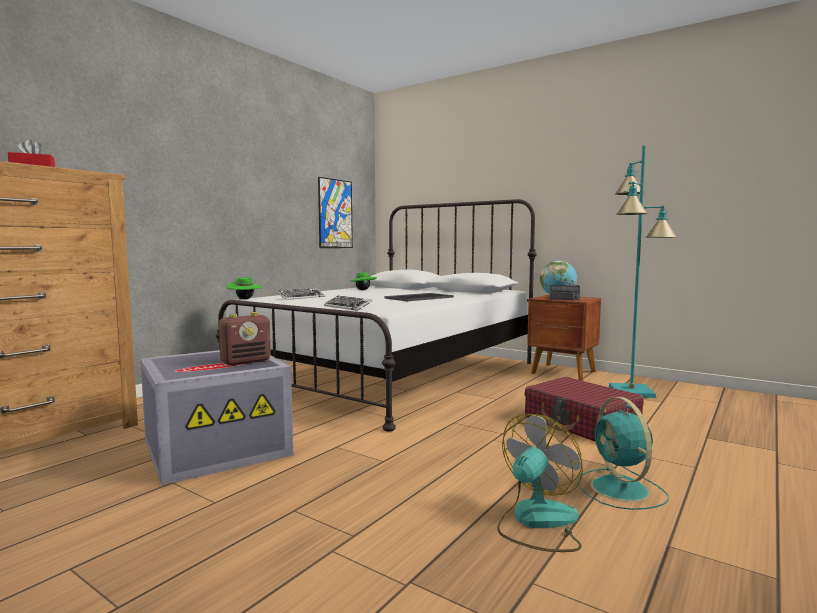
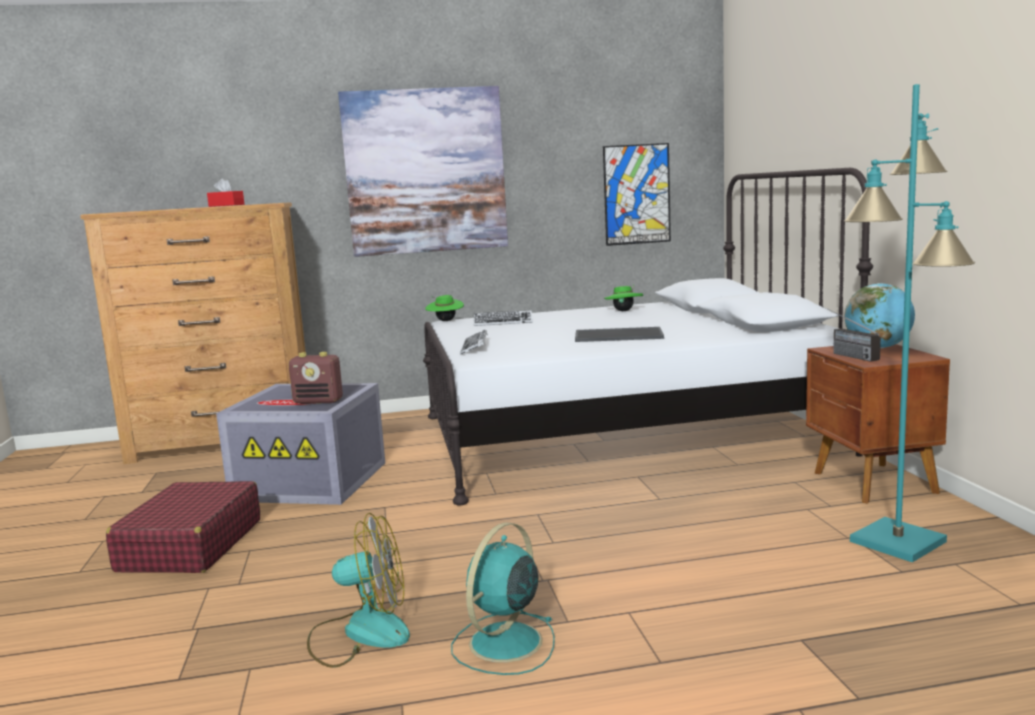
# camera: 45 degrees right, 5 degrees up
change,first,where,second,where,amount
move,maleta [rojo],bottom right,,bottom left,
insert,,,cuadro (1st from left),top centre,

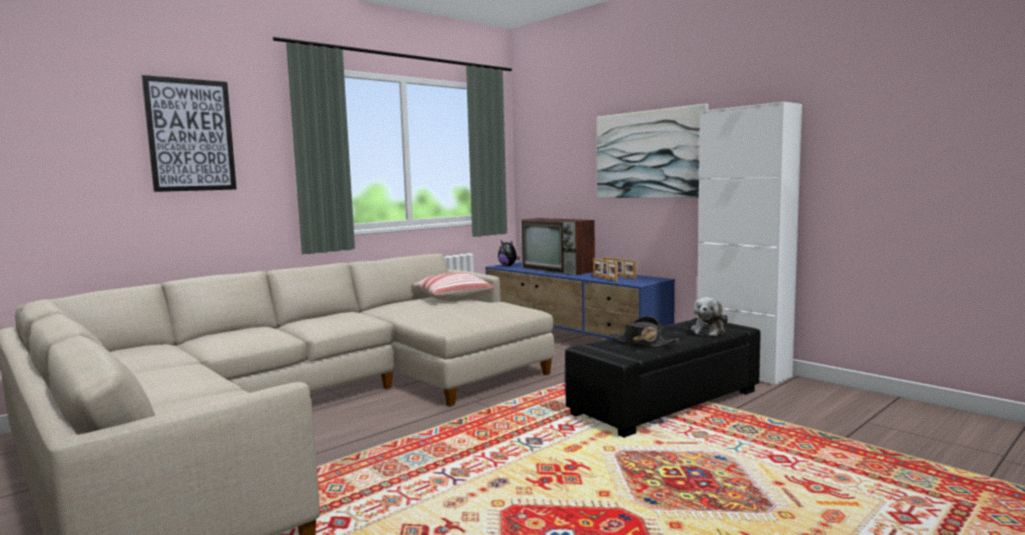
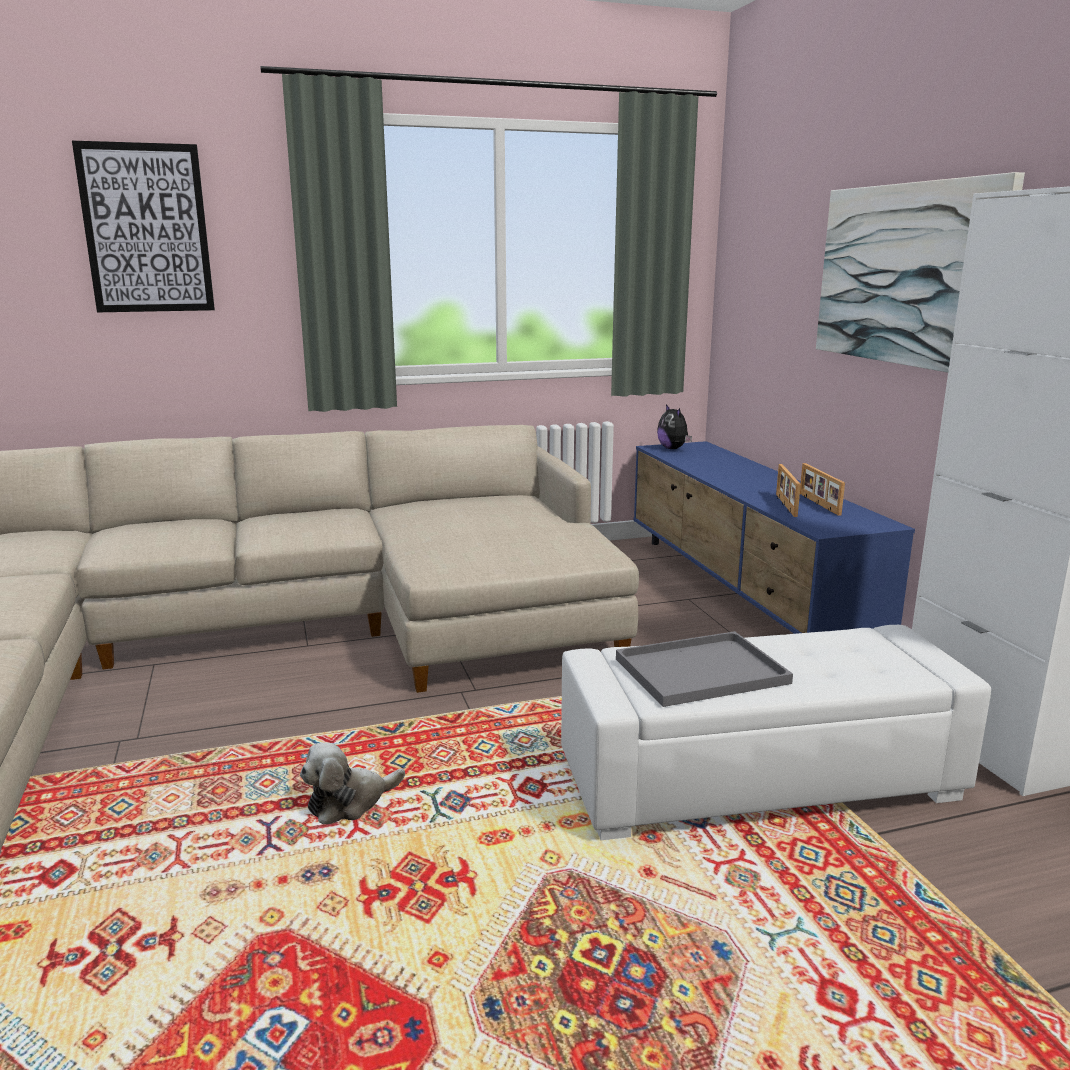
# camera: 25 degrees right, 10 degrees up
change,first,where,second,where,amount
move,peluche (2nd from left in the first image),middle right,peluche (1st from left),bottom left,
recolor,puf [negro],bottom centre,puf [blanco],bottom right,
replace,sombrero [negro],centre,bandeja [gris],centre,
delete,cojín,centre,,,
delete,televisor,centre,,,

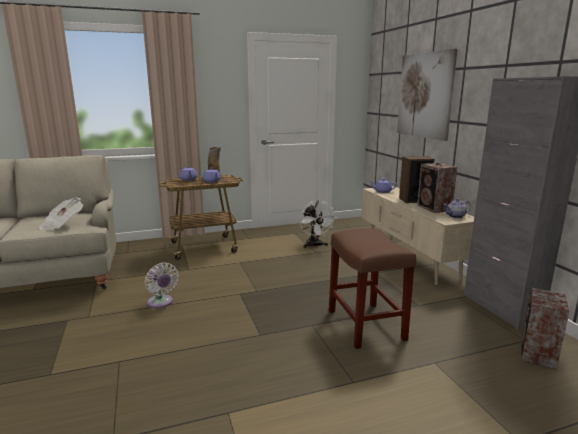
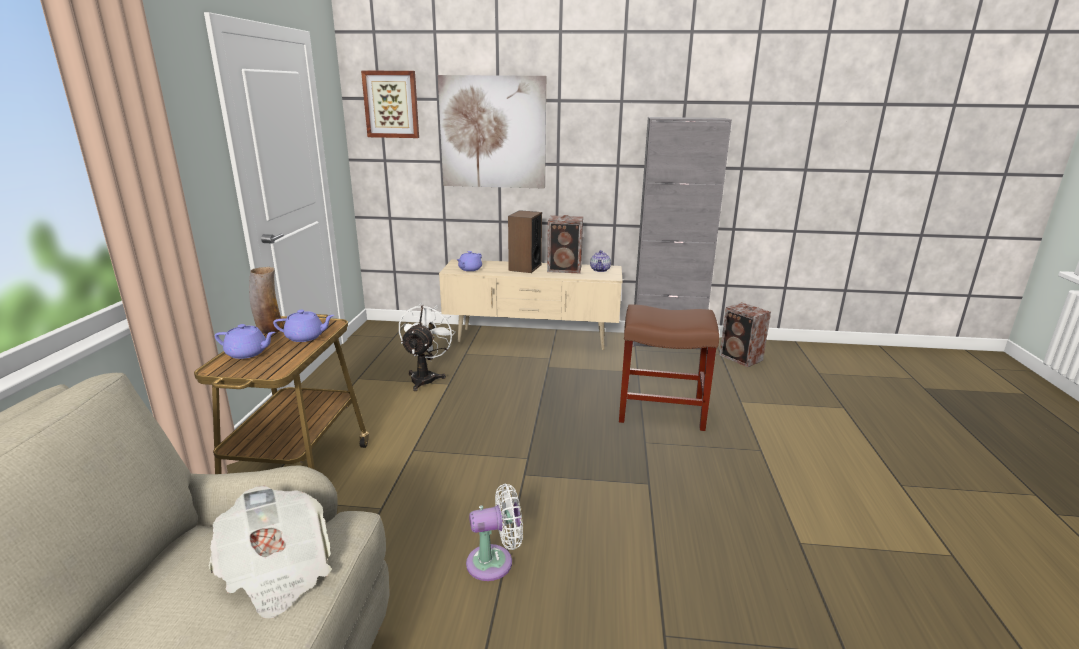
# camera: 65 degrees left, 5 degrees up
change,first,where,second,where,amount
insert,,,cuadro (1st from left),top centre,
rotate,ventilador [blanco] (2nd from left in the first image),centre,ventilador [blanco] (1st from left),centre,90 degrees counterclockwise

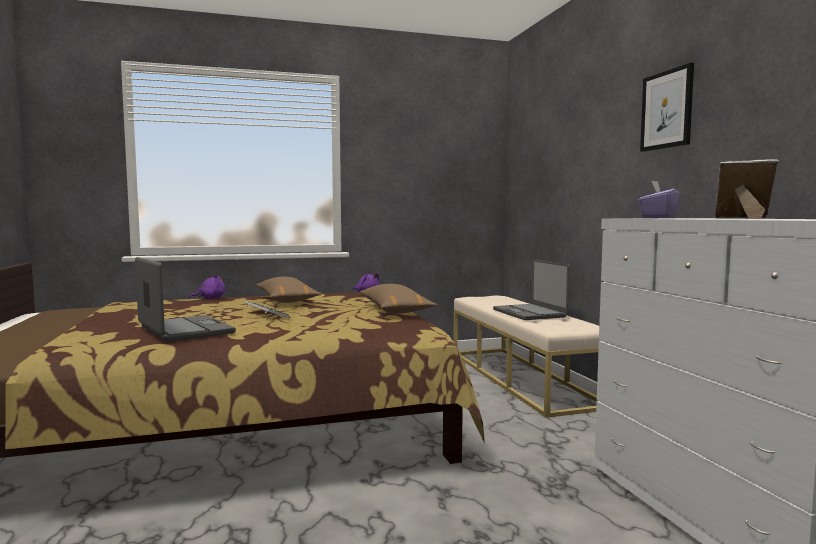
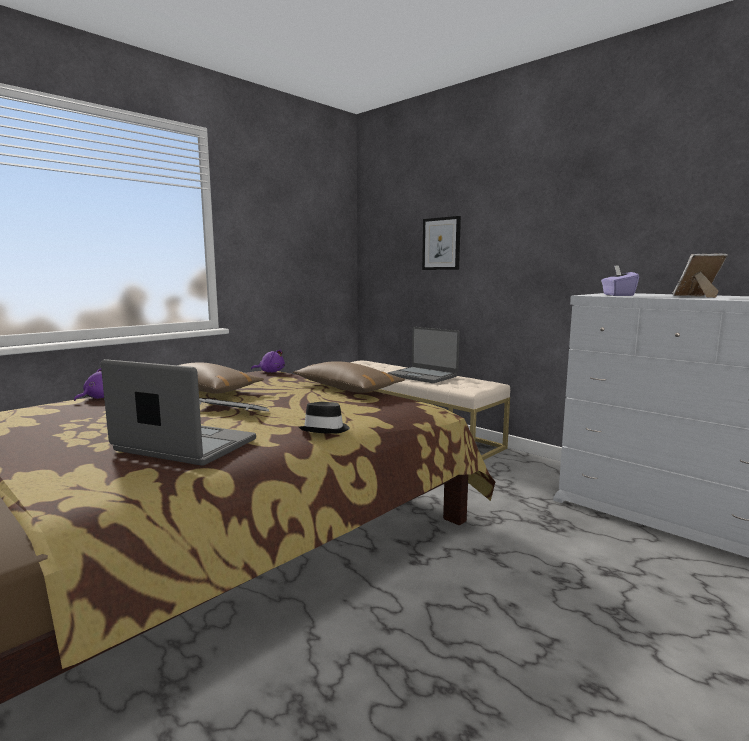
# camera: 30 degrees left, 5 degrees up
change,first,where,second,where,amount
insert,,,sombrero [negro],centre,
move,cuadro,top right,,top centre,

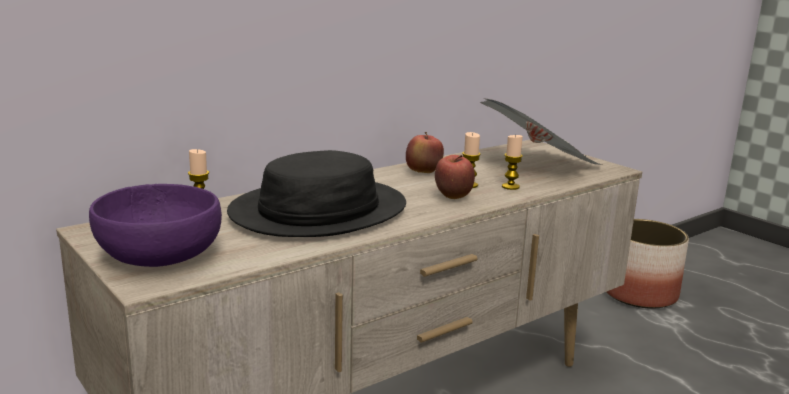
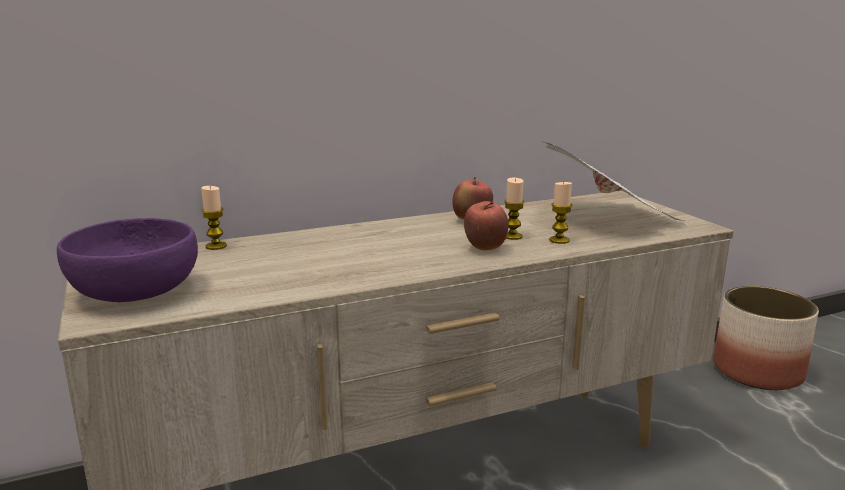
# camera: 15 degrees right, 0 degrees up
change,first,where,second,where,amount
delete,sombrero [negro],centre,,,

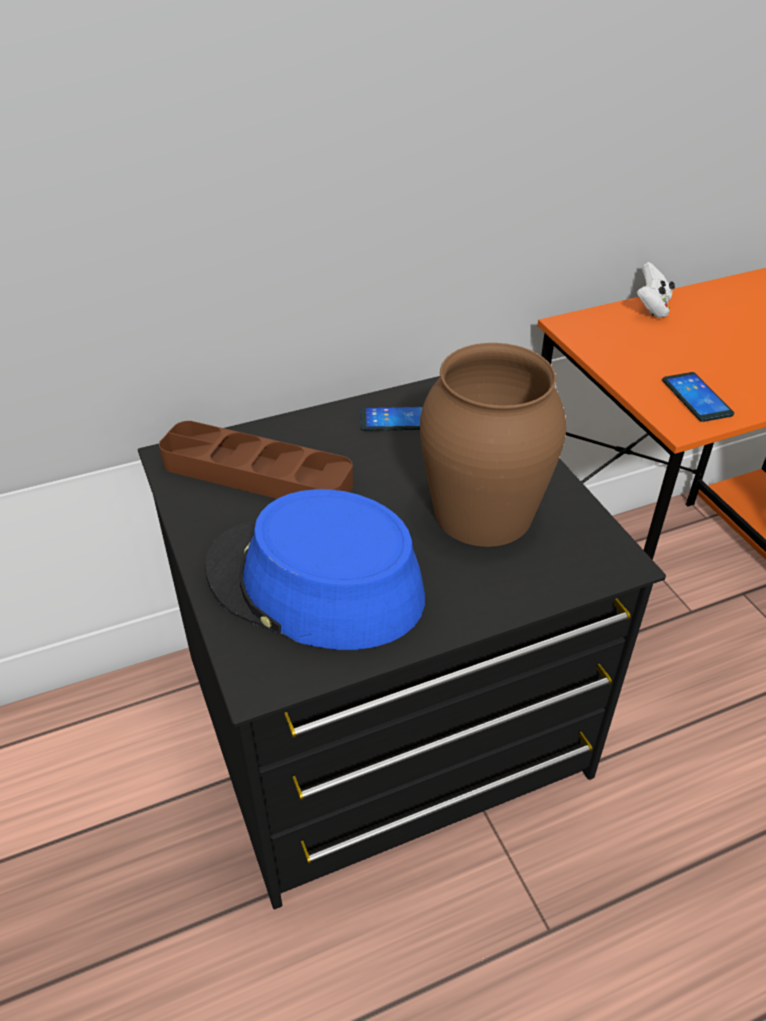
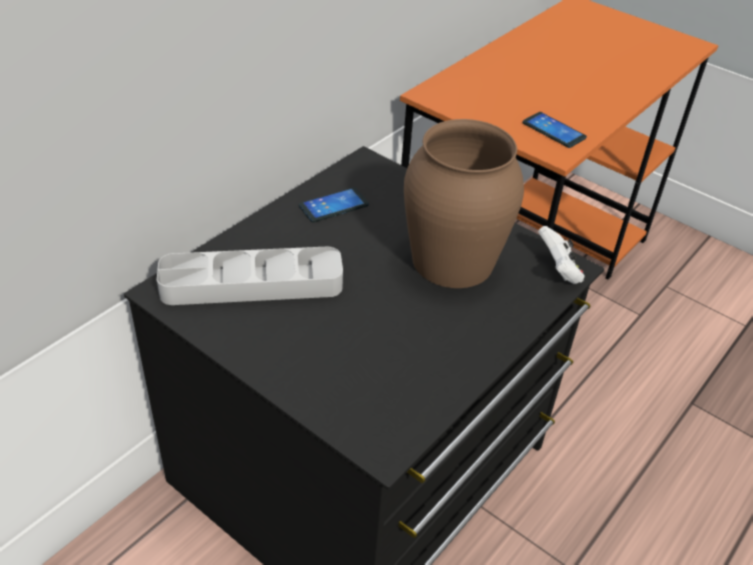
# camera: 30 degrees left, 0 degrees up
change,first,where,second,where,amount
recolor,bandeja [marrón],centre,bandeja [gris],middle left,
move,mando de consola [blanco],top right,,middle right,
delete,sombrero [azul],centre,,,

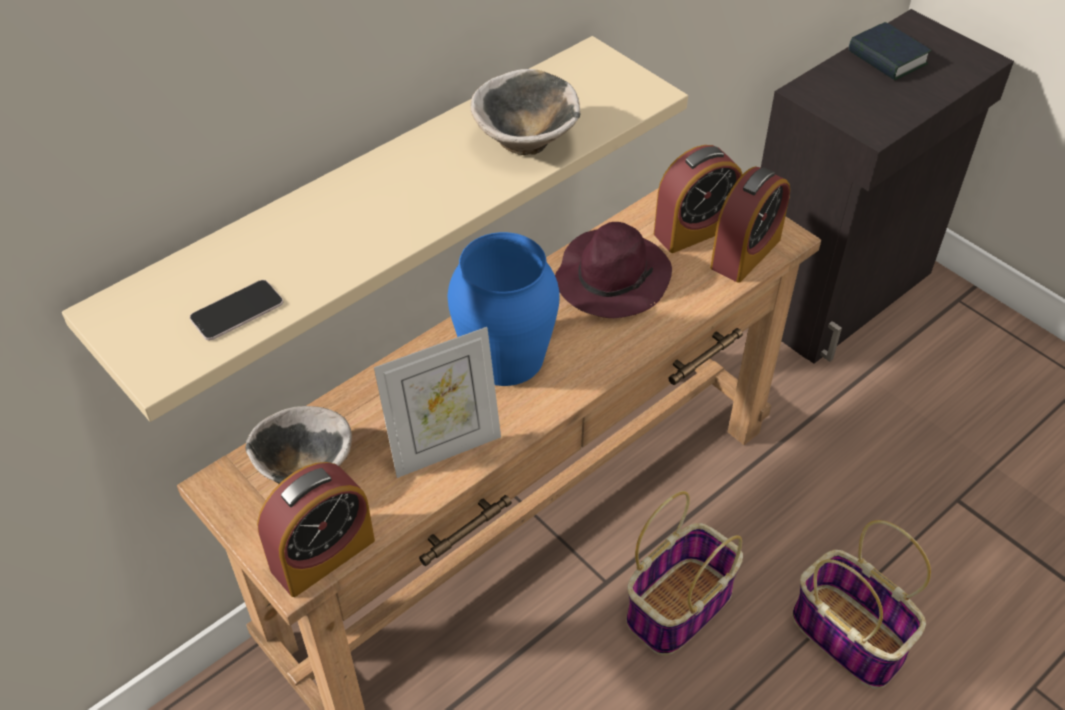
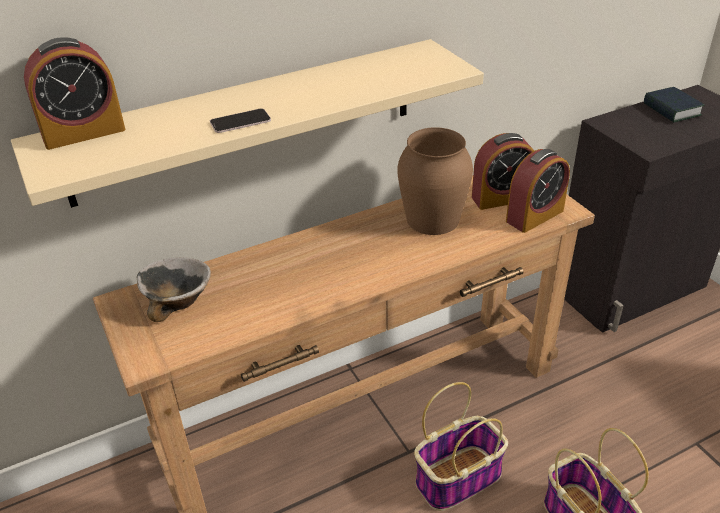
# camera: 15 degrees right, 10 degrees down
change,first,where,second,where,amount
move,despertador (1st from left),bottom left,,top left,
move,móvil,middle left,,top centre,
replace,sombrero [morado],centre,florero [marrón],centre,
delete,portarretratos,centre,,,
delete,florero [azul],centre,,,
delete,cuenco (2nd from left),top centre,,,

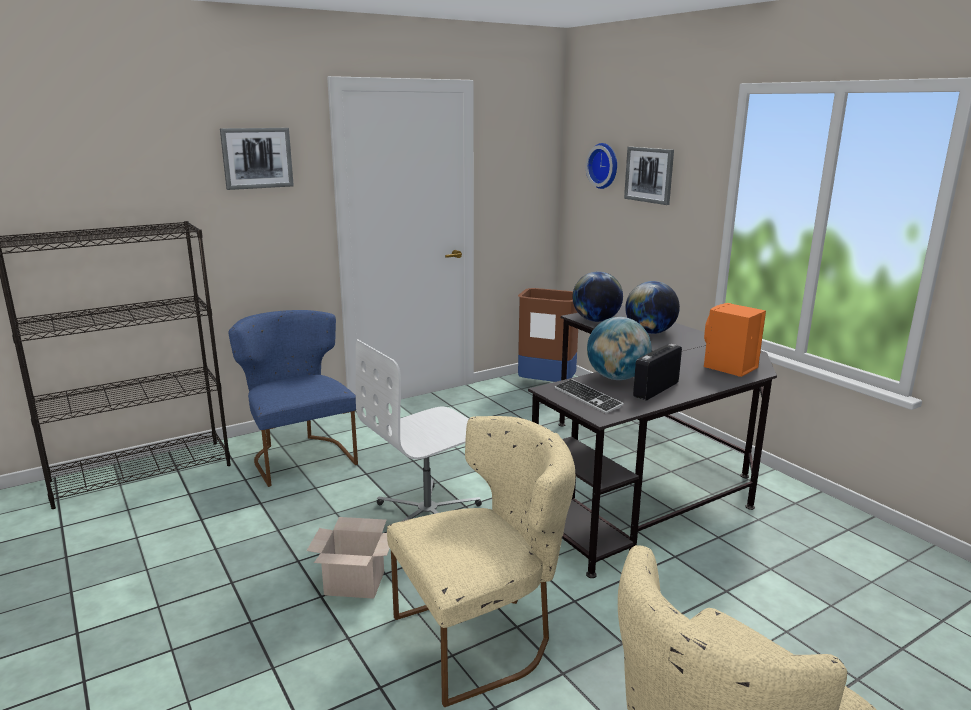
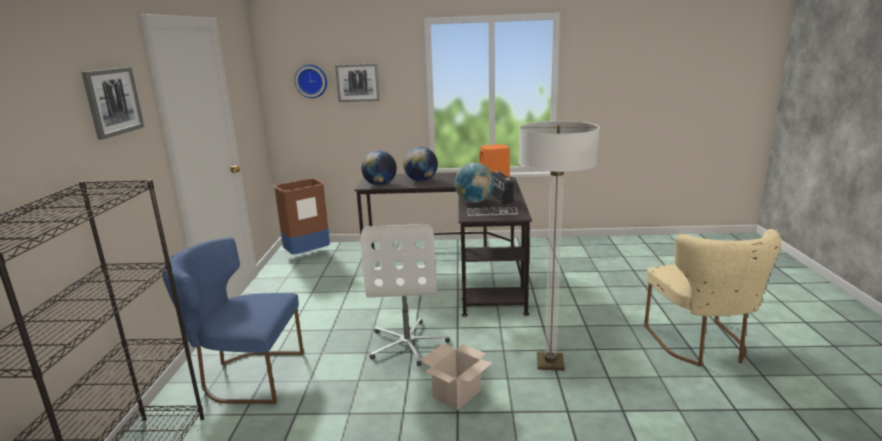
# camera: 55 degrees left, 0 degrees up
change,first,where,second,where,amount
replace,silla [beis] (1st from left),bottom centre,lámpara de pie,centre,

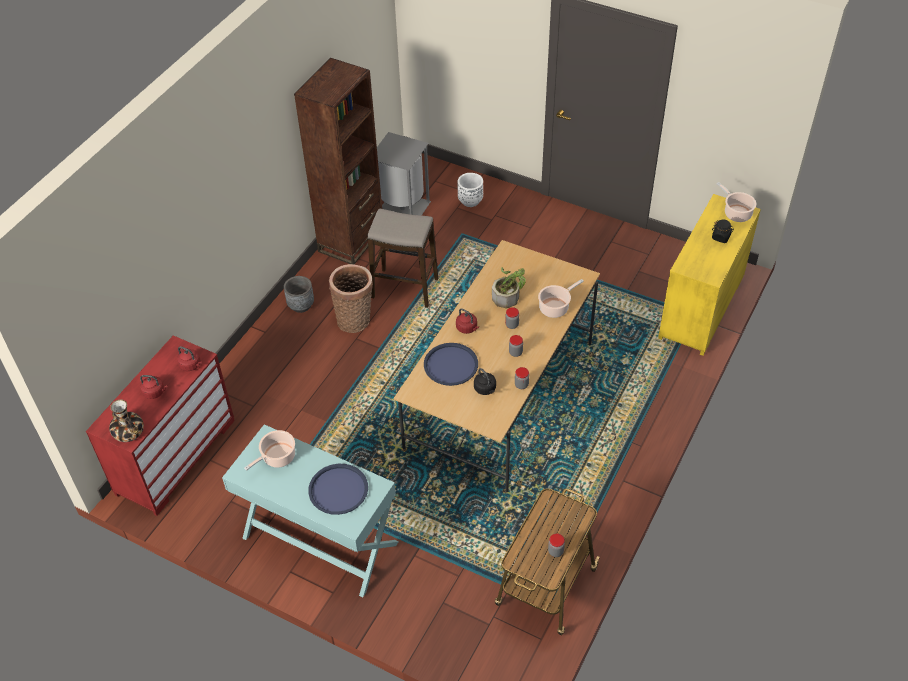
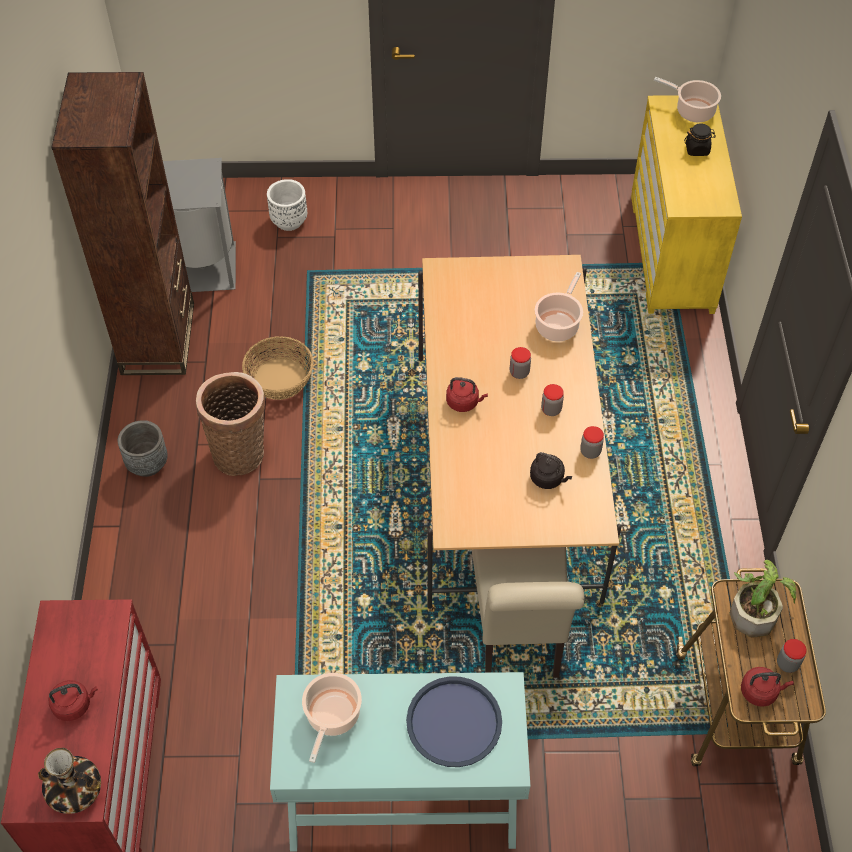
# camera: 30 degrees left, 5 degrees up
change,first,where,second,where,amount
replace,taburete,centre,cesta (2nd from left),middle left,
insert,,,silla [beis],bottom centre,
move,planta en maceta,centre,,bottom right,
move,hervidor [rojo] (2nd from left in the first image),middle left,hervidor [rojo] (3rd from left),bottom right,
delete,bandeja [azul] (2nd from left),centre,,,

